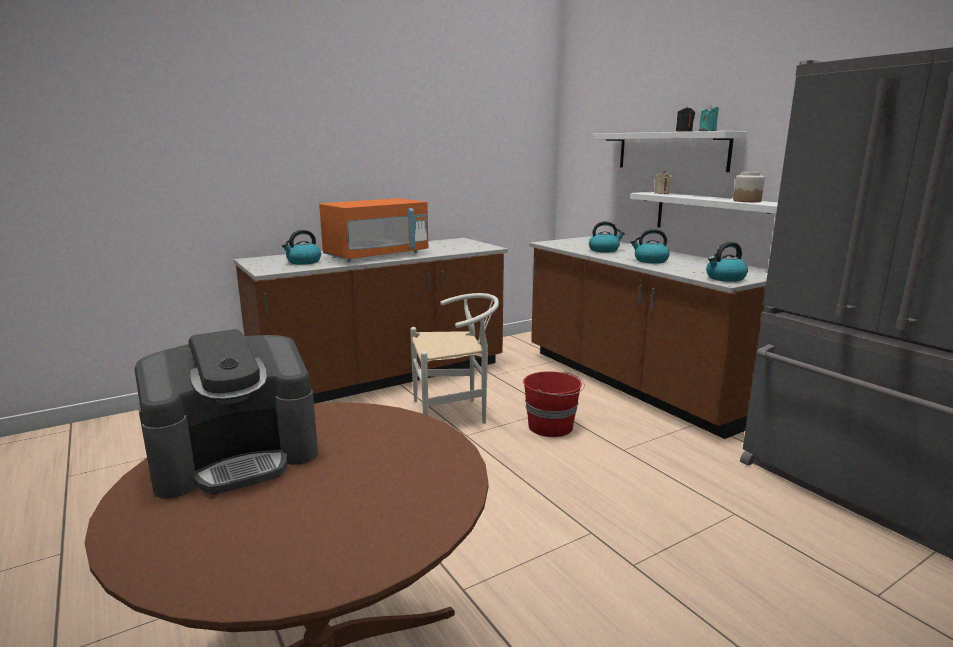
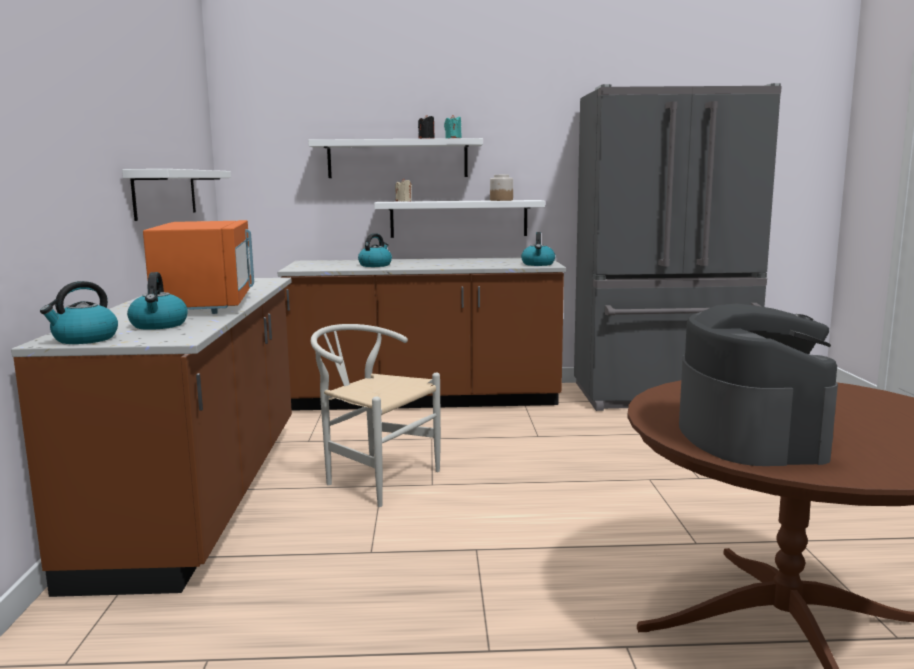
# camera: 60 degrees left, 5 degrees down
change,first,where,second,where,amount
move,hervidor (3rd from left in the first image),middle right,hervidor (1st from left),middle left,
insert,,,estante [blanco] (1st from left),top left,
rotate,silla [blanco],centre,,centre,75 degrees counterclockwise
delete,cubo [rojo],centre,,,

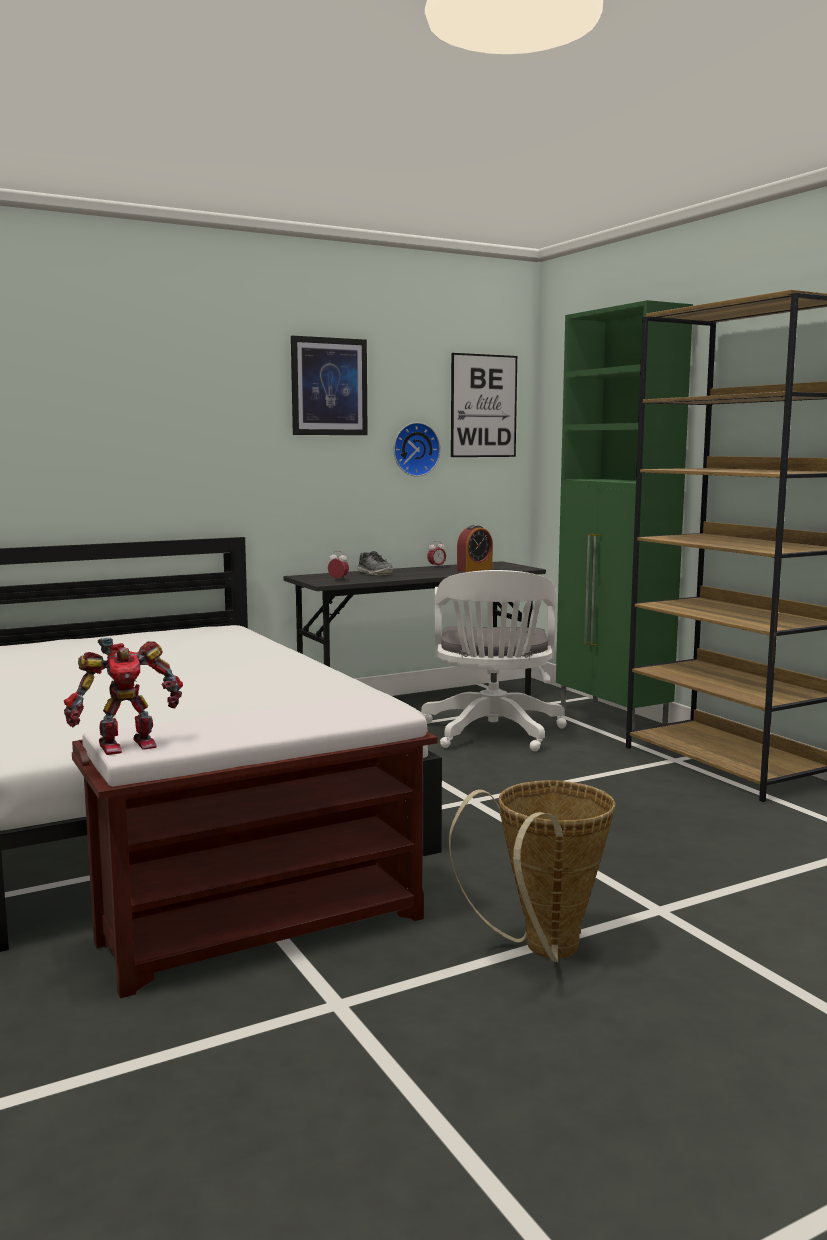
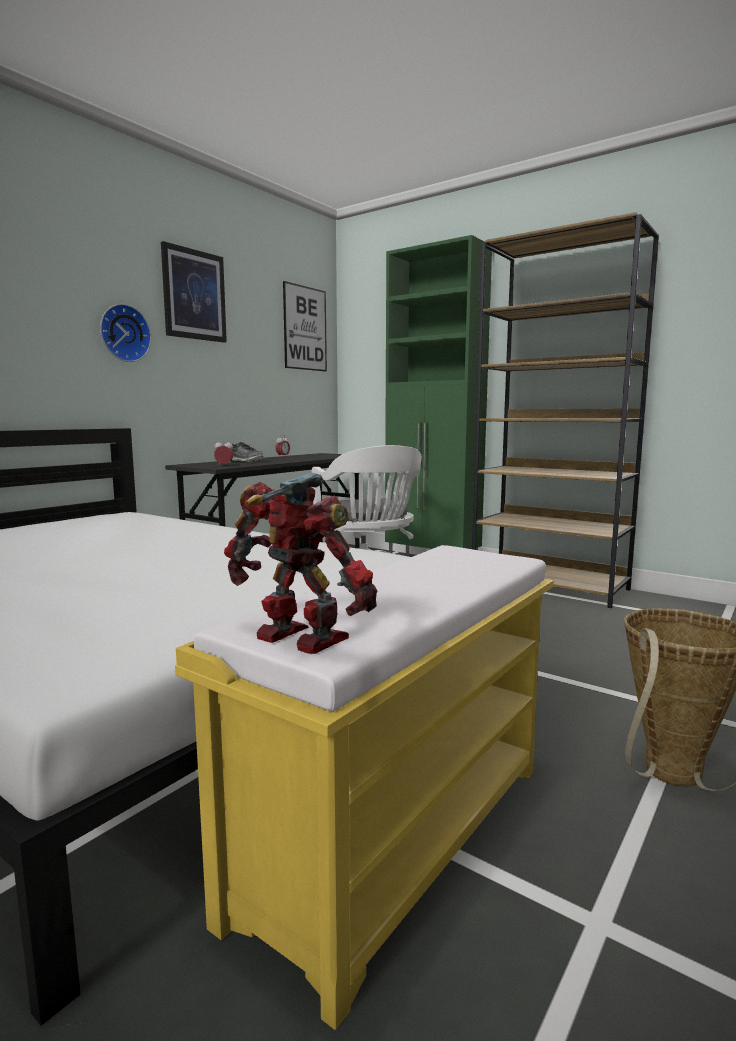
# camera: 25 degrees left, 0 degrees up
change,first,where,second,where,amount
move,reloj de pared,centre,,top left,
recolor,banco [marrón],bottom left,banco [amarillo],bottom centre,
rotate,robot de juguete,middle left,,centre,90 degrees counterclockwise
delete,despertador (3rd from left),centre,,,

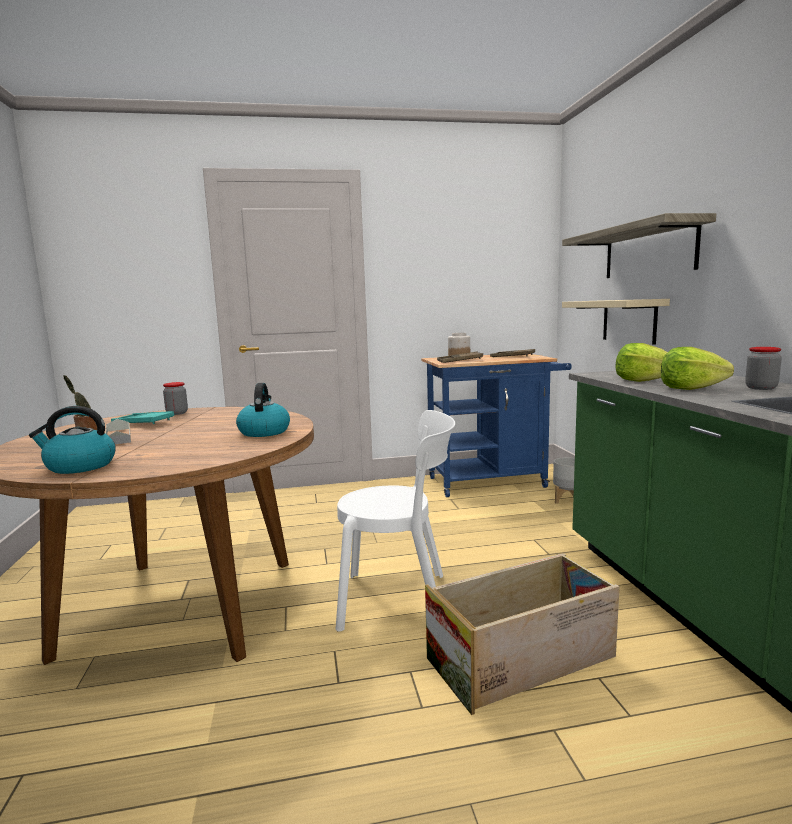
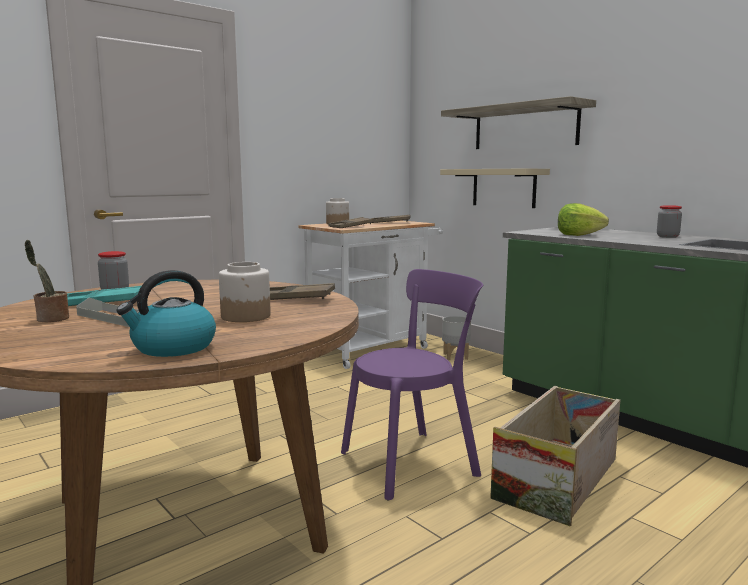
# camera: 30 degrees left, 0 degrees up
change,first,where,second,where,amount
insert,,,tarro (2nd from left),middle left,
replace,hervidor (2nd from left),middle left,bandeja [marrón] (1st from left),centre,
recolor,carrito [azul],centre,carrito [blanco],centre,
recolor,silla [blanco],centre,silla [morado],centre,
delete,lechuga (2nd from left),middle right,,,

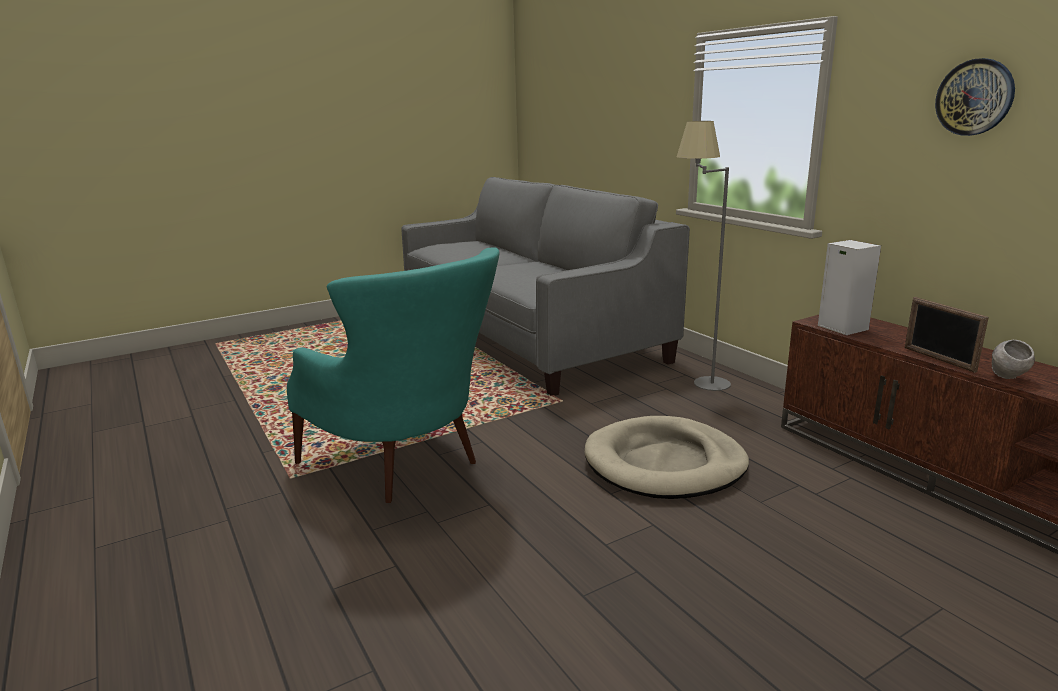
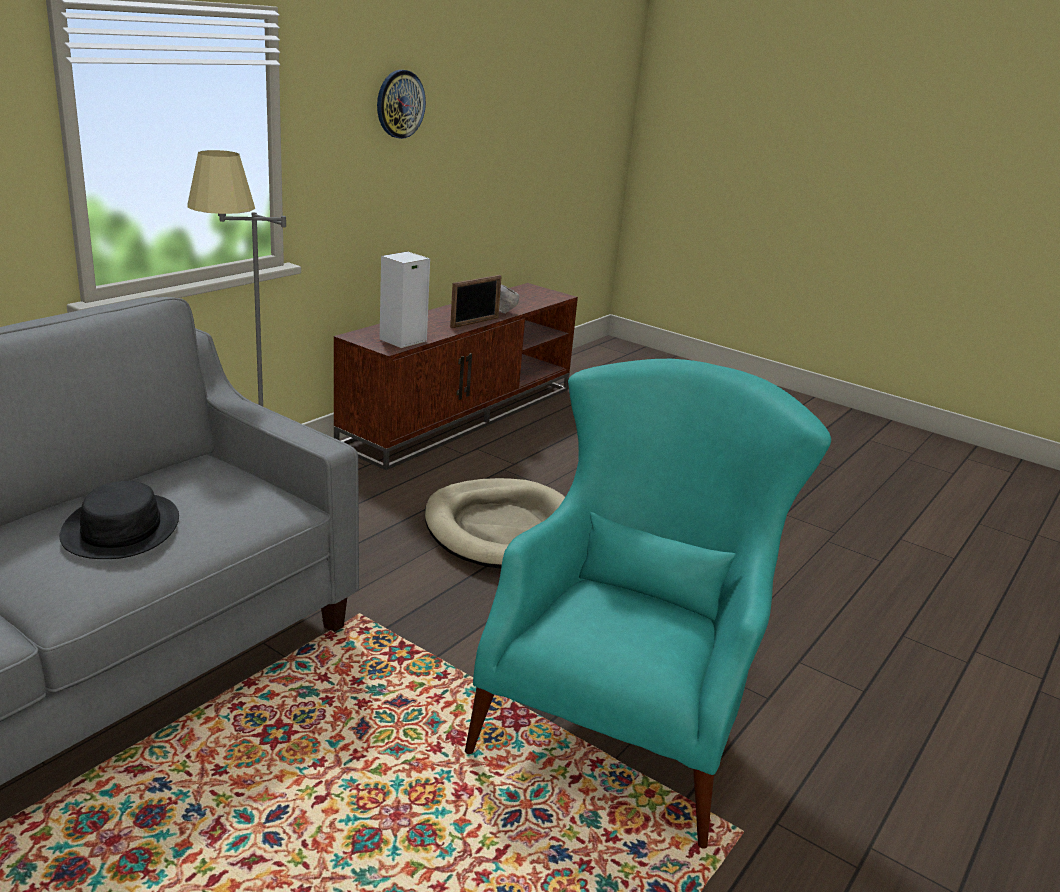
# camera: 115 degrees left, 5 degrees up
change,first,where,second,where,amount
insert,,,sombrero [negro],middle left,

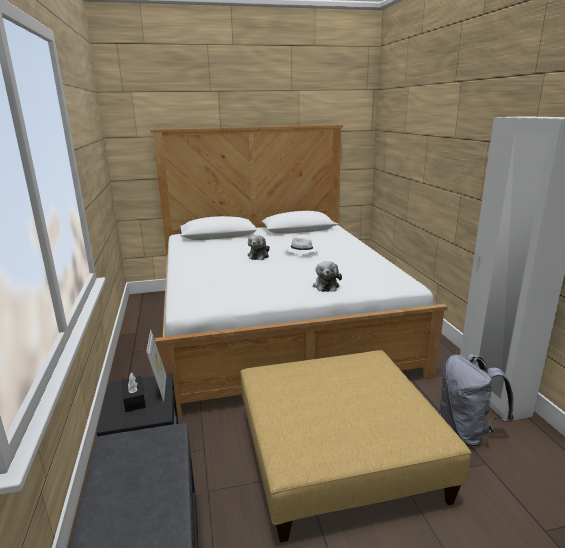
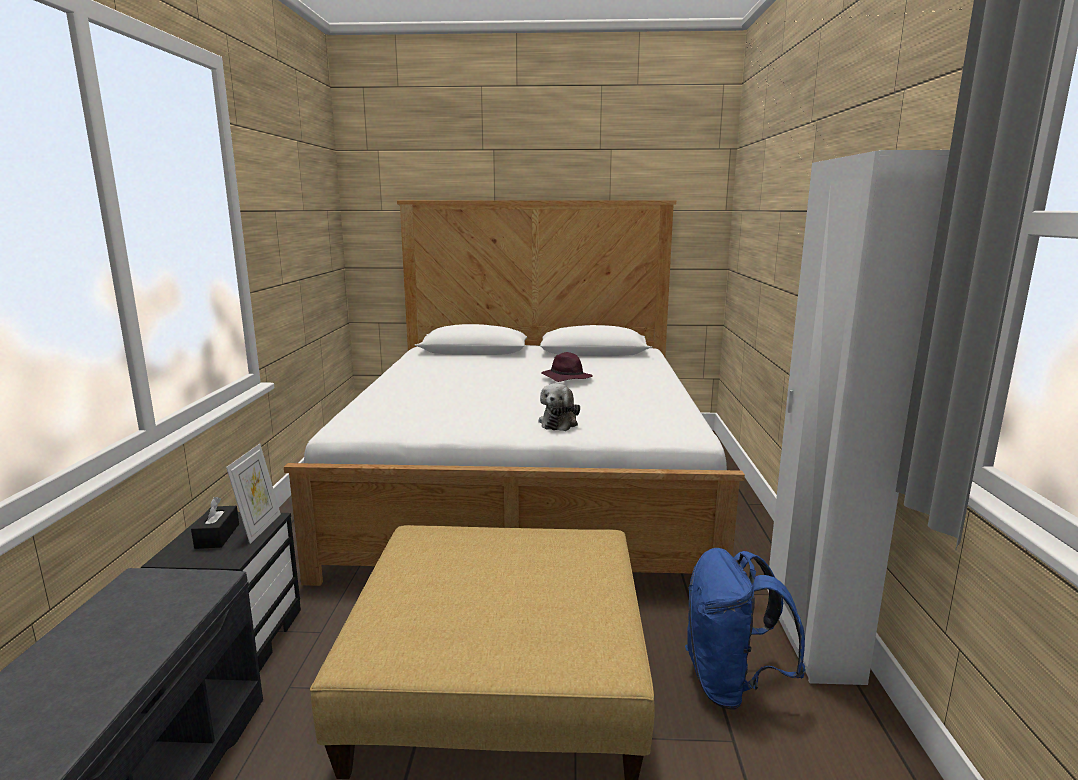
# camera: 15 degrees right, 5 degrees down
change,first,where,second,where,amount
recolor,sombrero [blanco],centre,sombrero [morado],centre,
recolor,mochila [gris],bottom right,mochila [azul],bottom right,
delete,peluche (1st from left),centre,,,

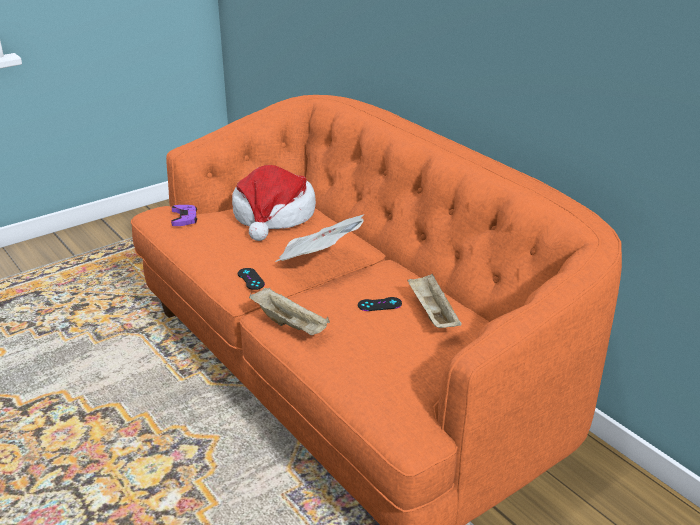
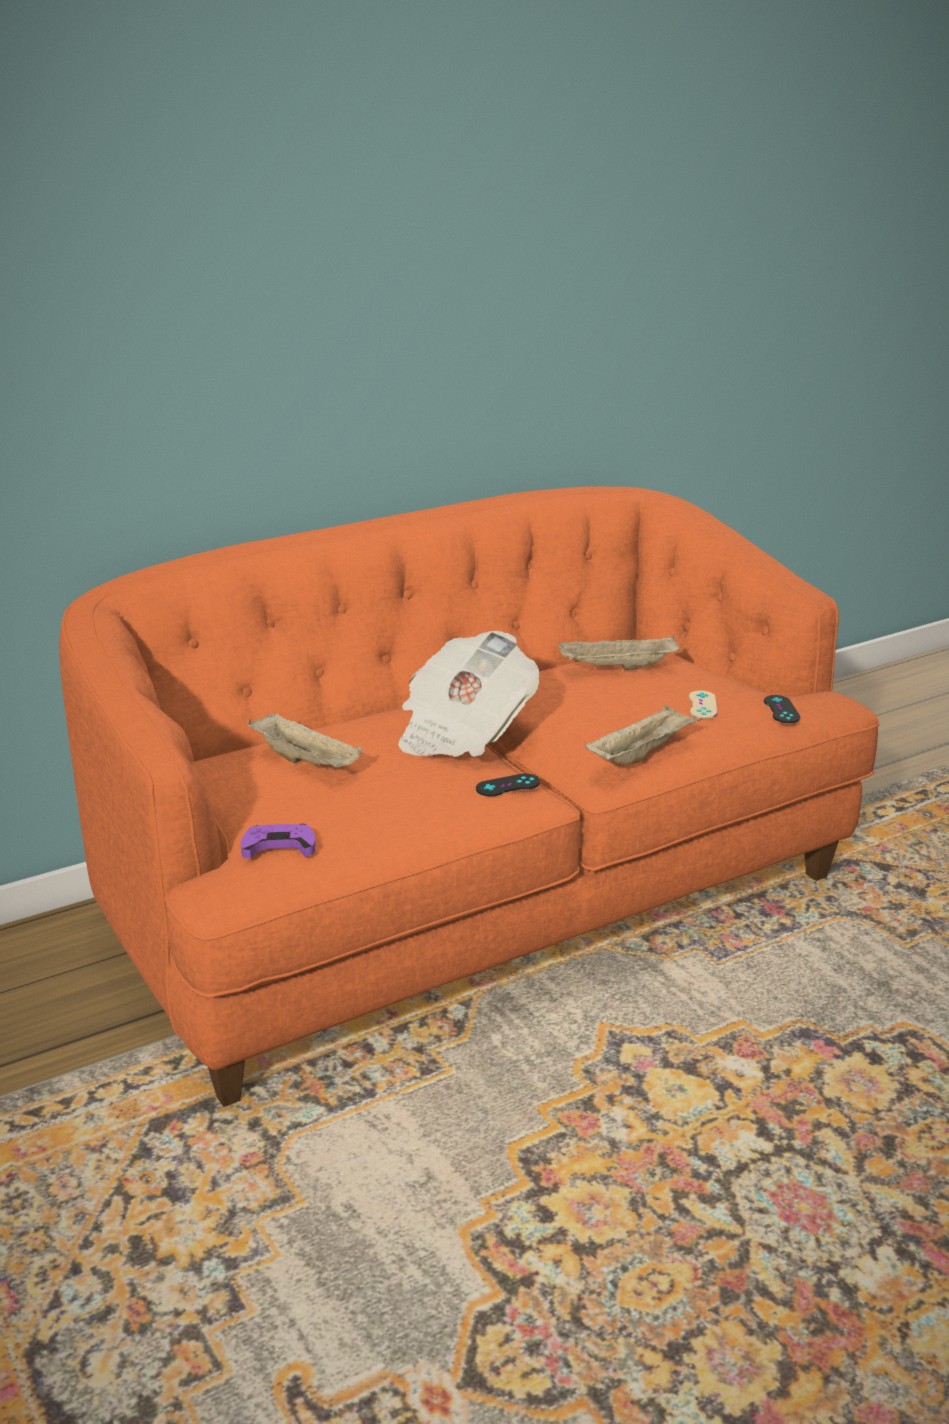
# camera: 85 degrees left, 5 degrees down
change,first,where,second,where,amount
replace,sombrero,centre,bandeja [beis] (1st from left),middle left,
insert,,,mando de consola [beis],middle right,
move,mando de consola [negro] (2nd from left),centre,,middle right,

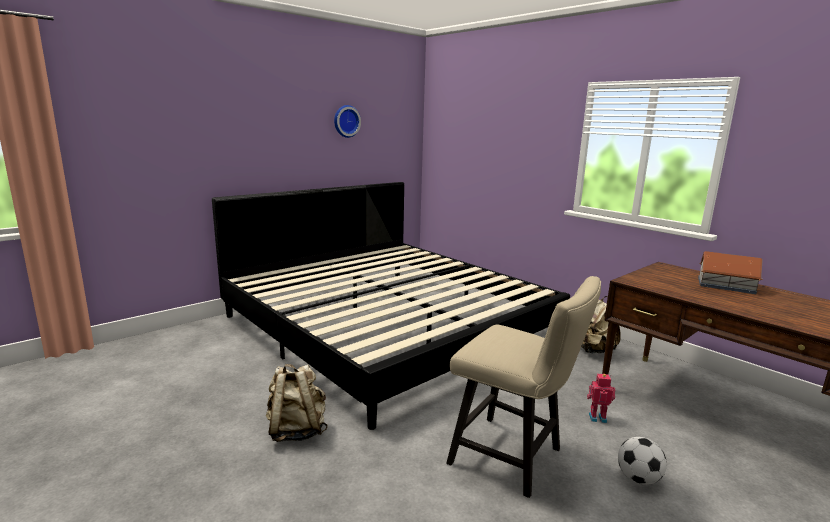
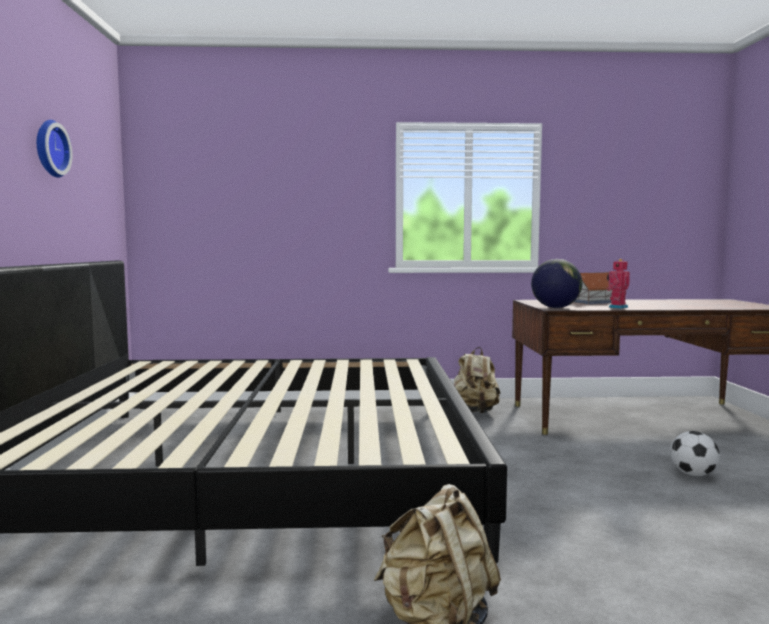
# camera: 50 degrees left, 10 degrees down
change,first,where,second,where,amount
insert,,,globo terráqueo,middle right,
move,robot de juguete,bottom right,,middle right,
delete,silla [beis],bottom centre,,,

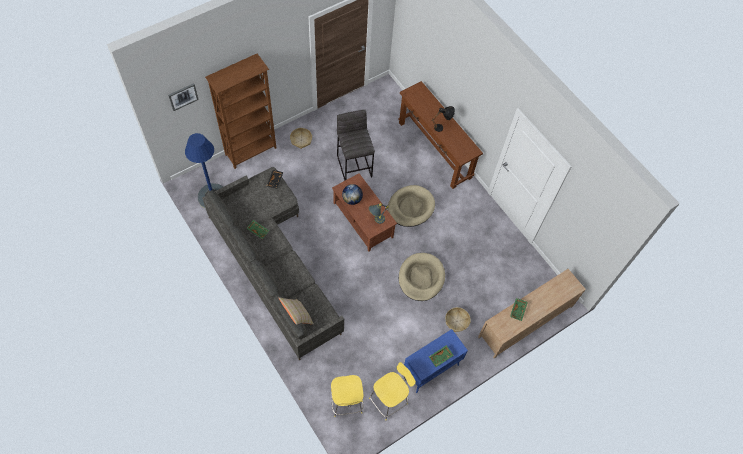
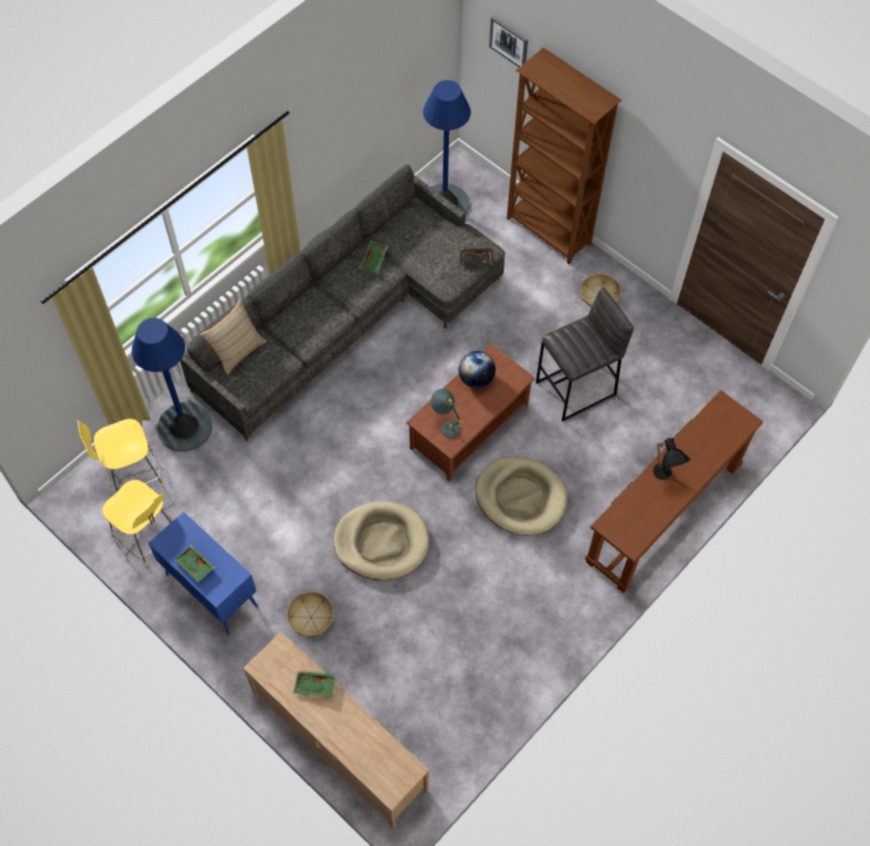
# camera: 80 degrees right, 0 degrees up
change,first,where,second,where,amount
insert,,,lámpara de pie [azul] (1st from left),middle left,

